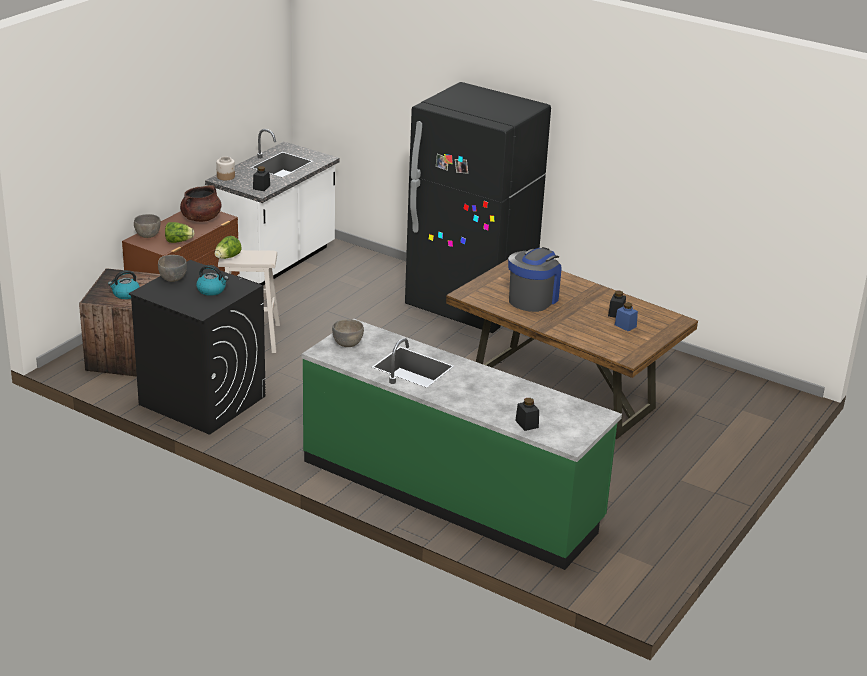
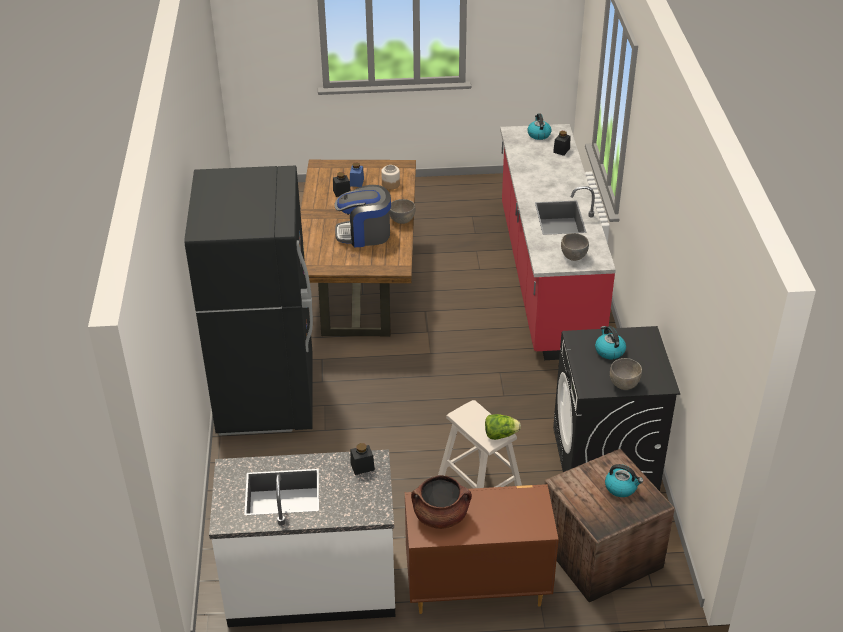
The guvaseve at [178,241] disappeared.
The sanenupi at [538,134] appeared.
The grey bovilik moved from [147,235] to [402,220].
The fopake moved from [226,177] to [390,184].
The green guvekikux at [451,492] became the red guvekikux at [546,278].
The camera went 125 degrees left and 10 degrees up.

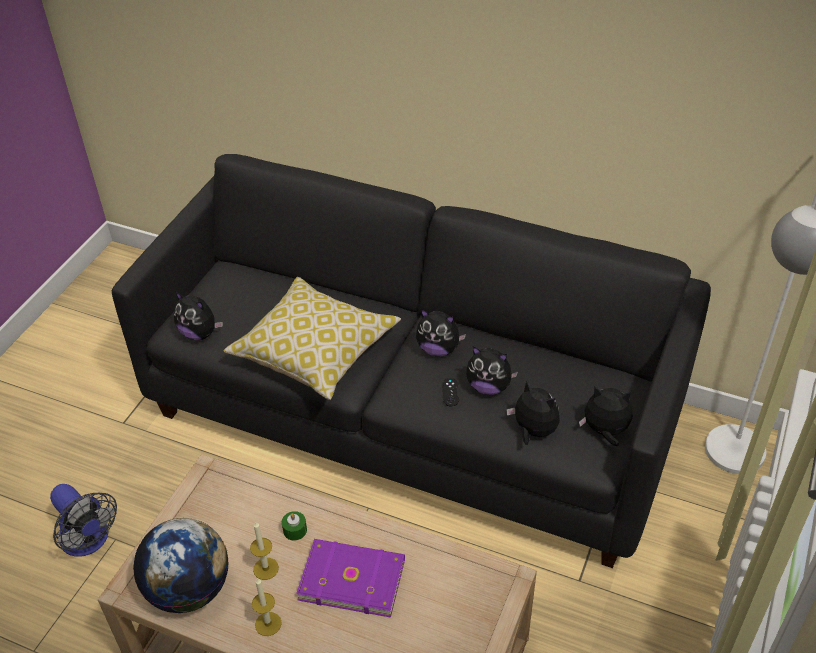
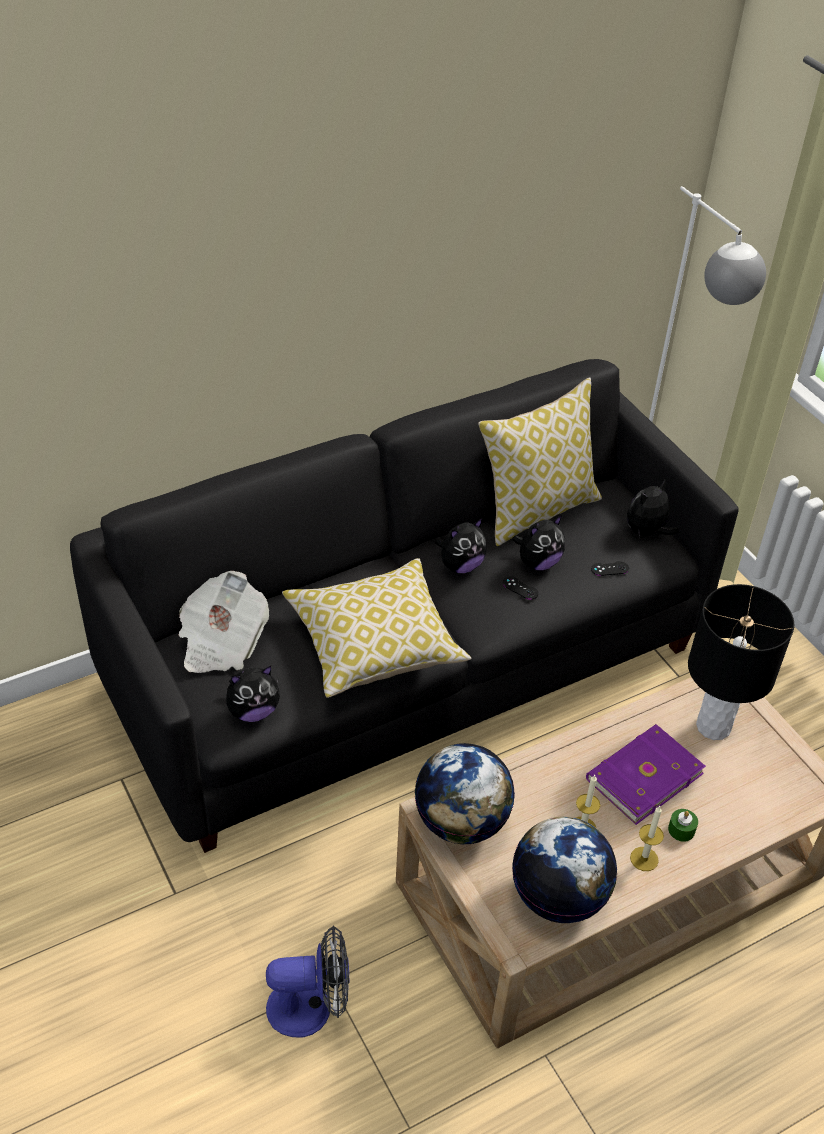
The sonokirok at [221,642] appeared.
The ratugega at [461,822] appeared.
The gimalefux at [537,509] appeared.
The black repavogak at [714,726] appeared.
The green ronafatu moved from [295,530] to [681,830].
The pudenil at [533,431] was replaced by the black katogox at [610,569].
The camera went 55 degrees left and 0 degrees up.

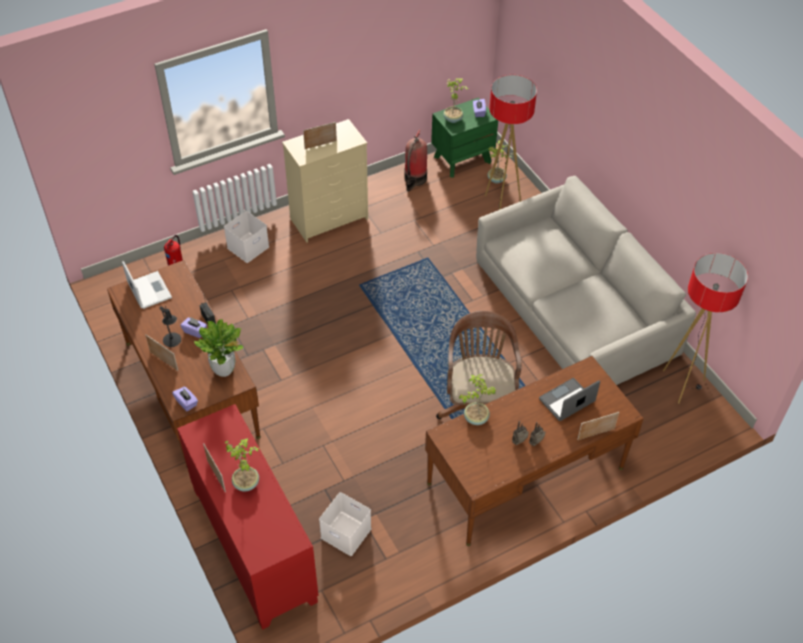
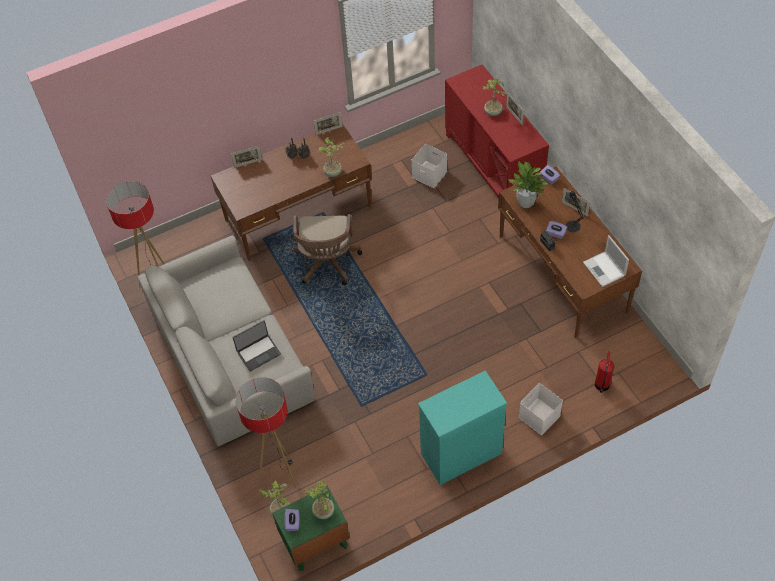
The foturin at [414,179] disappeared.
The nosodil moved from [320,145] to [329,130].
The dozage moved from [567,401] to [258,352].
The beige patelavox at [329,218] became the turquoise patelavox at [460,454].
The camera went 175 degrees left and 5 degrees up.

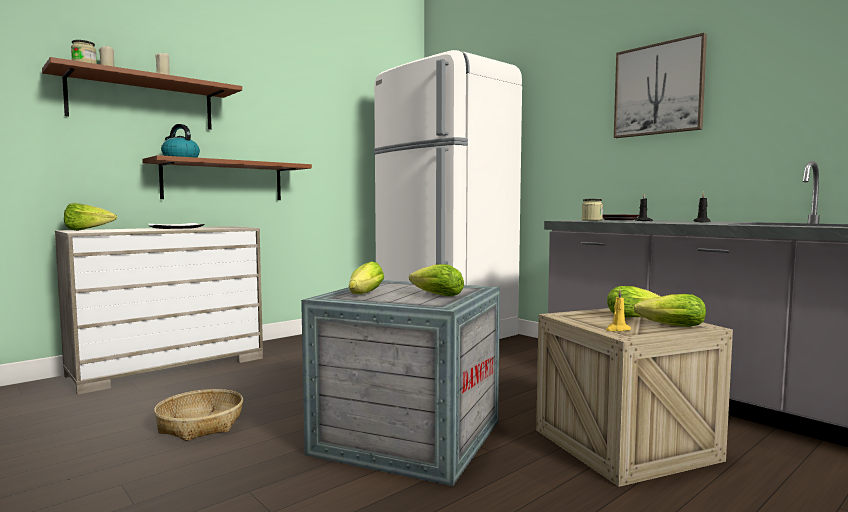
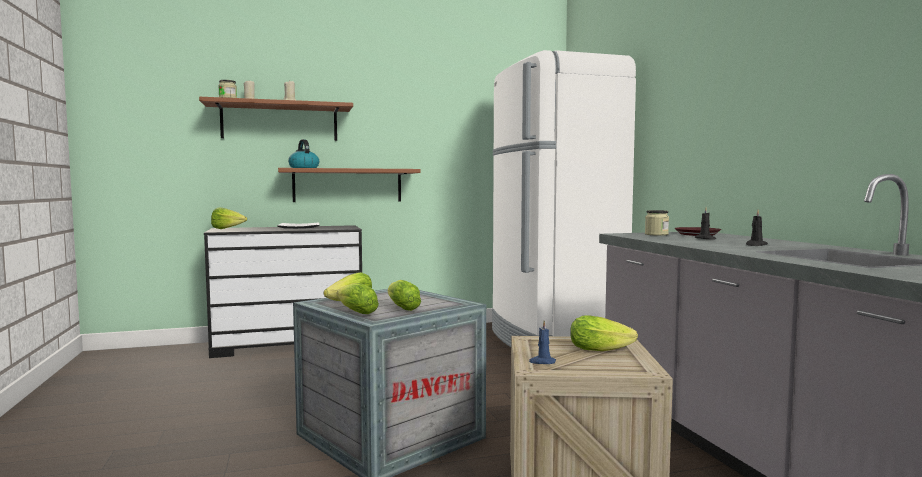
The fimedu at [200,424] disappeared.
The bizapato at [658,89] disappeared.
The guvaseve moved from [667,326] to [354,312].
The beige patelavox at [169,366] became the black patelavox at [289,344].
The yellow ronafatu at [617,329] became the blue ronafatu at [542,362].
The camera went 25 degrees right and 0 degrees up.

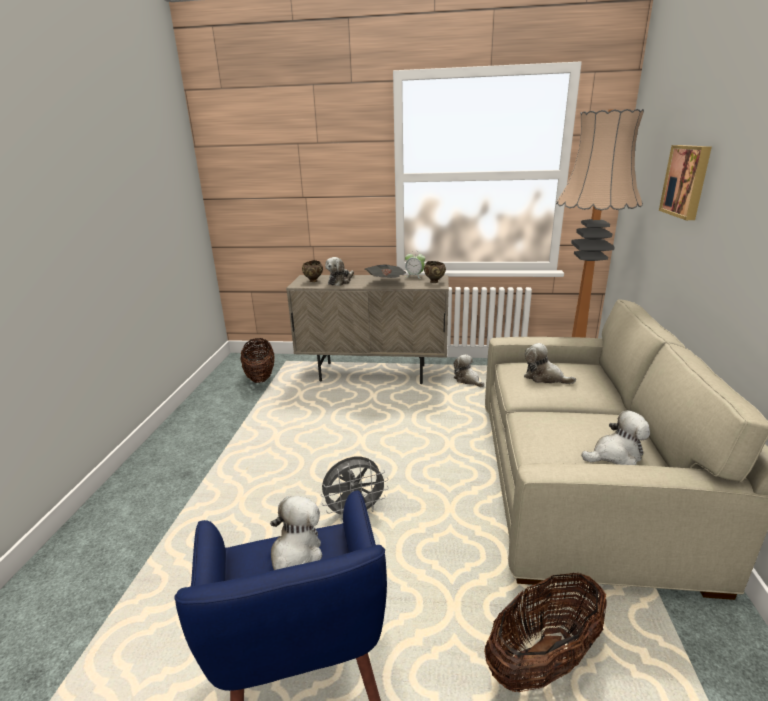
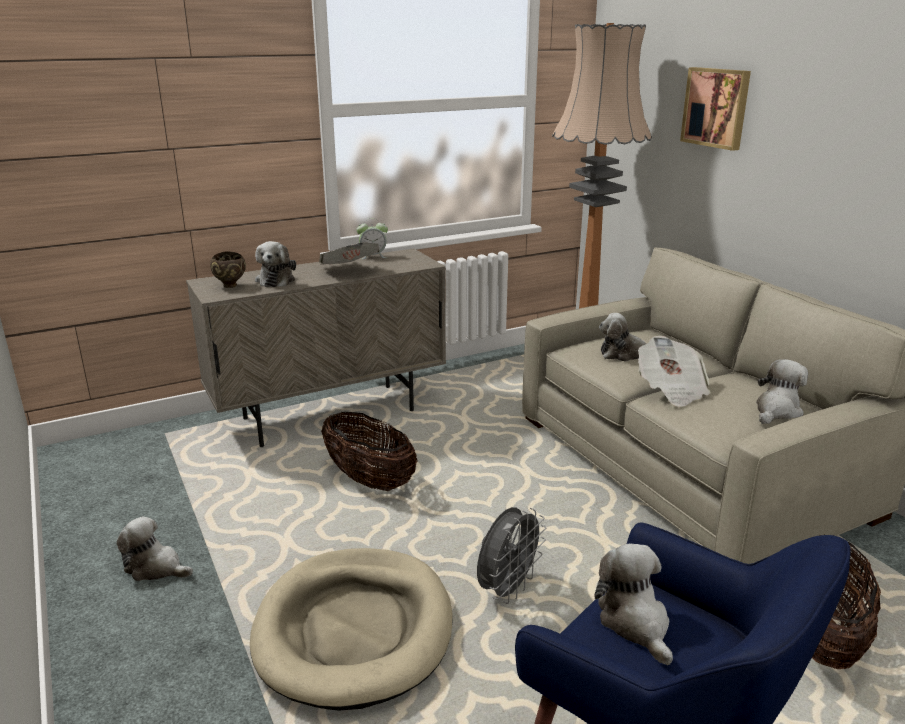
The brown bovilik at [435,282] disappeared.
The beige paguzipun at [354,630] appeared.
The sonokirok at [671,389] appeared.
The fimedu moved from [260,376] to [369,480].
The pudenil moved from [467,380] to [156,567].
The camera went 35 degrees left and 0 degrees up.

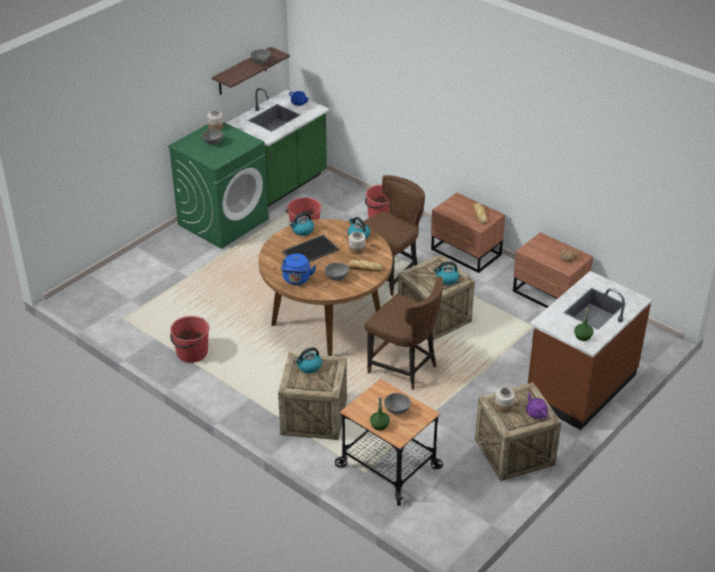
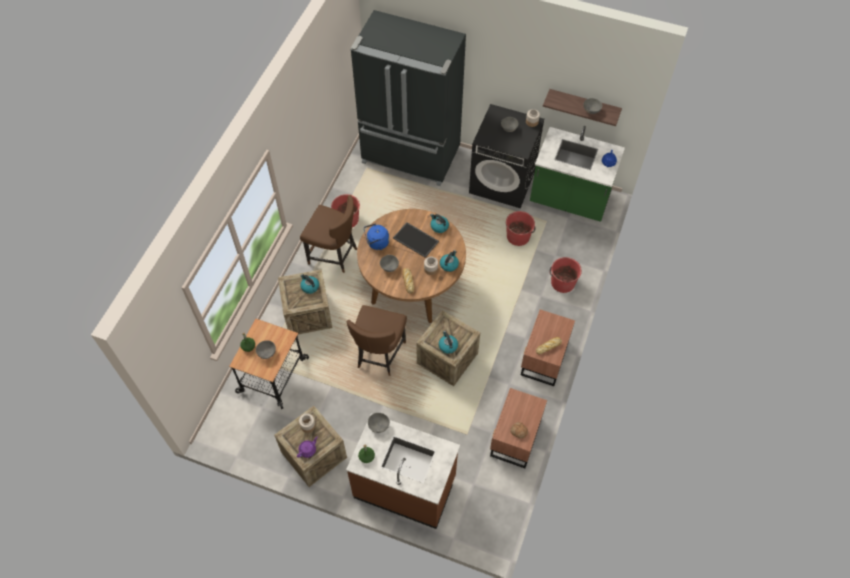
The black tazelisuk at [410,156] appeared.
The grey bovilik at [379,426] appeared.
The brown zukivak moved from [390,275] to [334,255].
The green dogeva at [223,221] became the black dogeva at [502,182].
The camera went 70 degrees right and 20 degrees up.

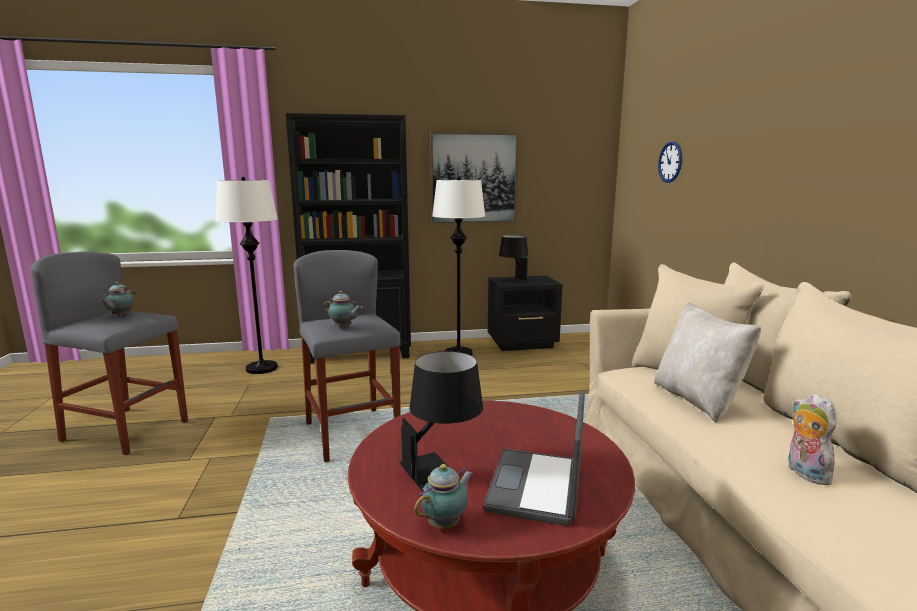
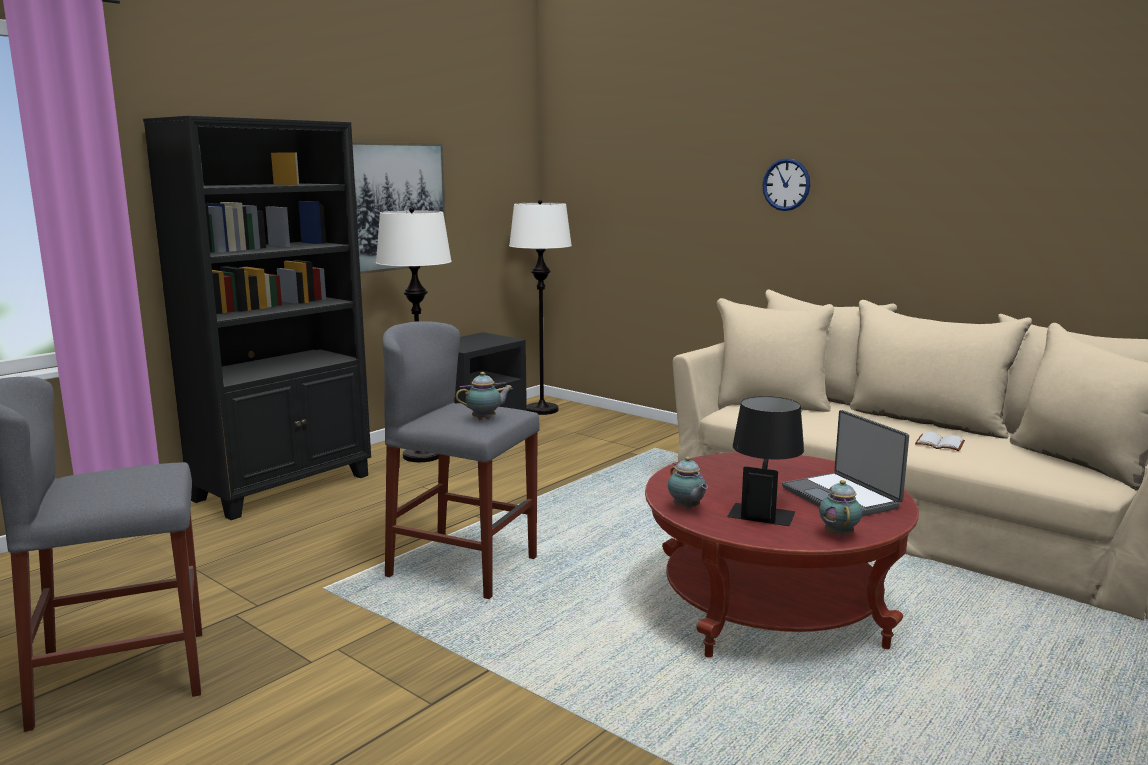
The black repavogak at [514,281] disappeared.
The beige gimalefux at [698,400] disappeared.
The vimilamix moved from [121,316] to [687,508].
The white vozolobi moved from [262,368] to [541,410].
The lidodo moved from [670,162] to [786,184].
The pudenil at [804,473] was replaced by the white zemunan at [940,444].
The camera went 40 degrees left and 0 degrees up.

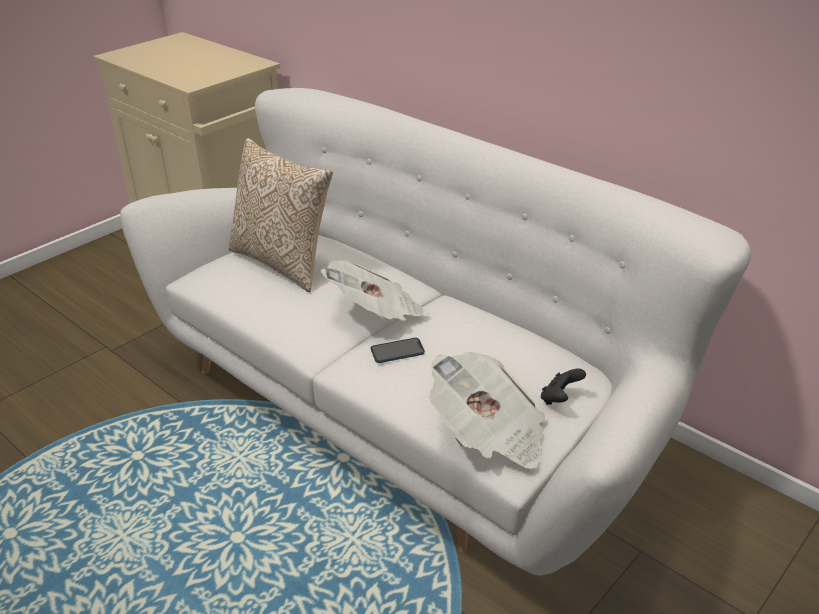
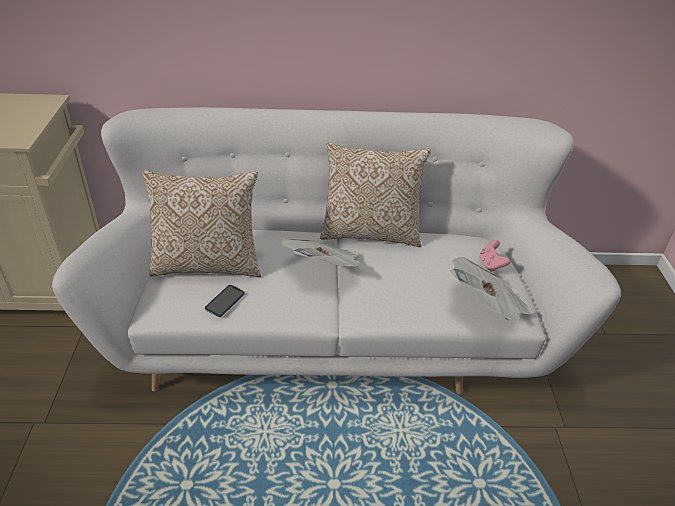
The gimalefux at [370,233] appeared.
The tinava moved from [397,351] to [225,301].
The black katogox at [560,399] became the pink katogox at [491,265].
The camera went 45 degrees left and 5 degrees up.

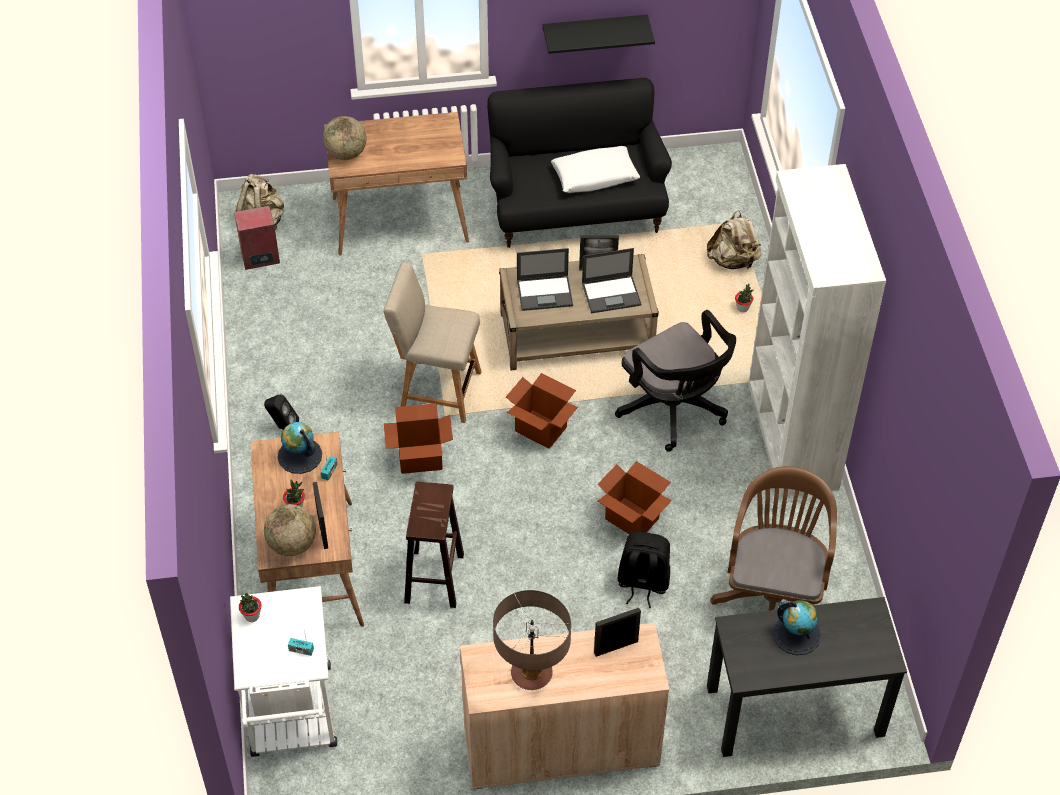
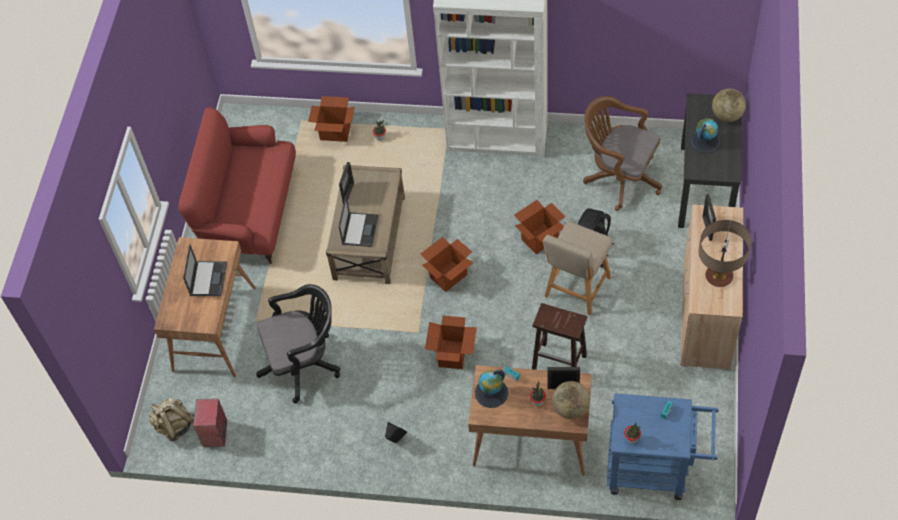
The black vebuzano at [594,32] disappeared.
The white gimalefux at [595,176] disappeared.
The ratugega moved from [346,153] to [727,115].
The beige zukivak moved from [436,390] to [576,289].
The dozage moved from [612,294] to [208,278].
The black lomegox moved from [675,411] to [304,363].
The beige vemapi at [733,260] was replaced by the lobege at [335,133].
The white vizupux at [292,719] became the blue vizupux at [655,470].
The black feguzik at [576,210] became the red feguzik at [250,214].
The camera went 70 degrees left and 5 degrees up.

